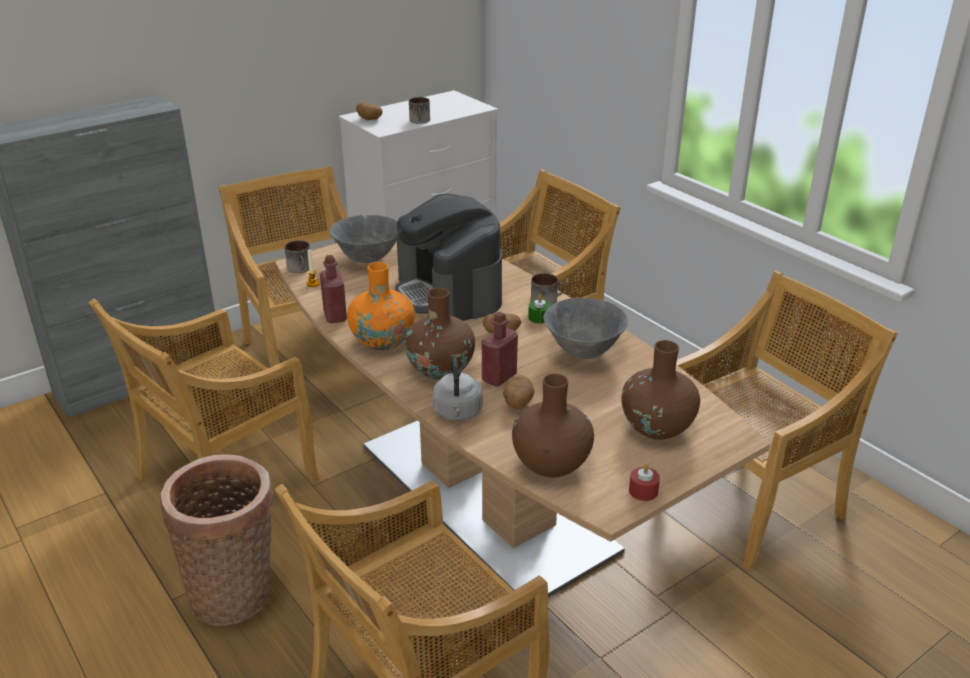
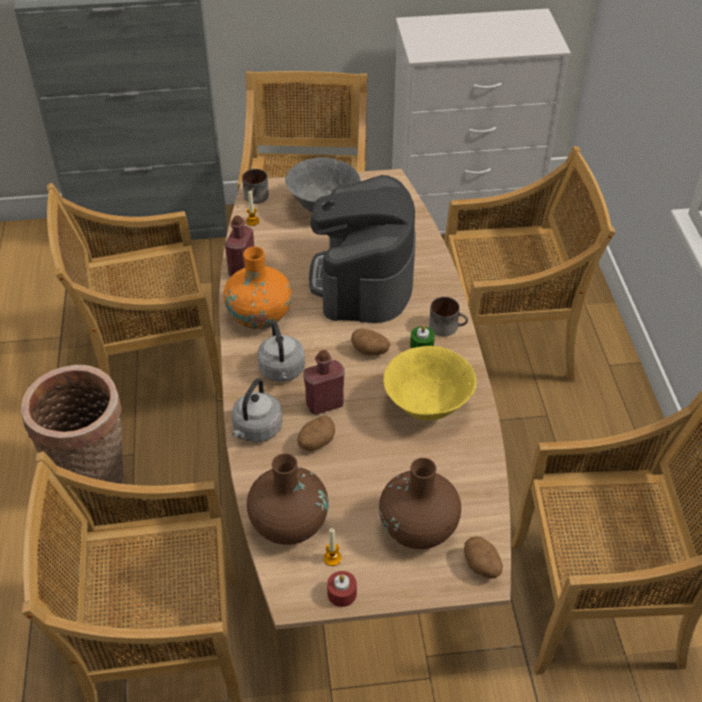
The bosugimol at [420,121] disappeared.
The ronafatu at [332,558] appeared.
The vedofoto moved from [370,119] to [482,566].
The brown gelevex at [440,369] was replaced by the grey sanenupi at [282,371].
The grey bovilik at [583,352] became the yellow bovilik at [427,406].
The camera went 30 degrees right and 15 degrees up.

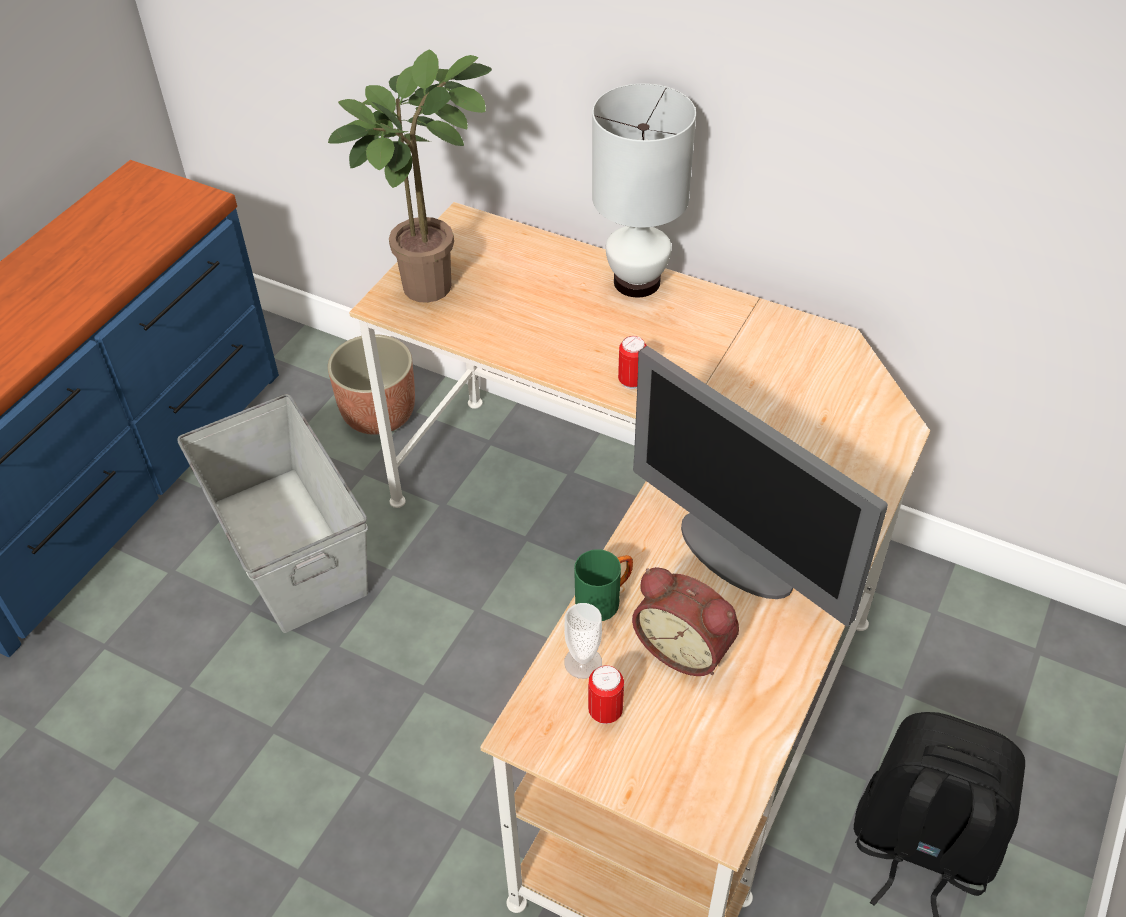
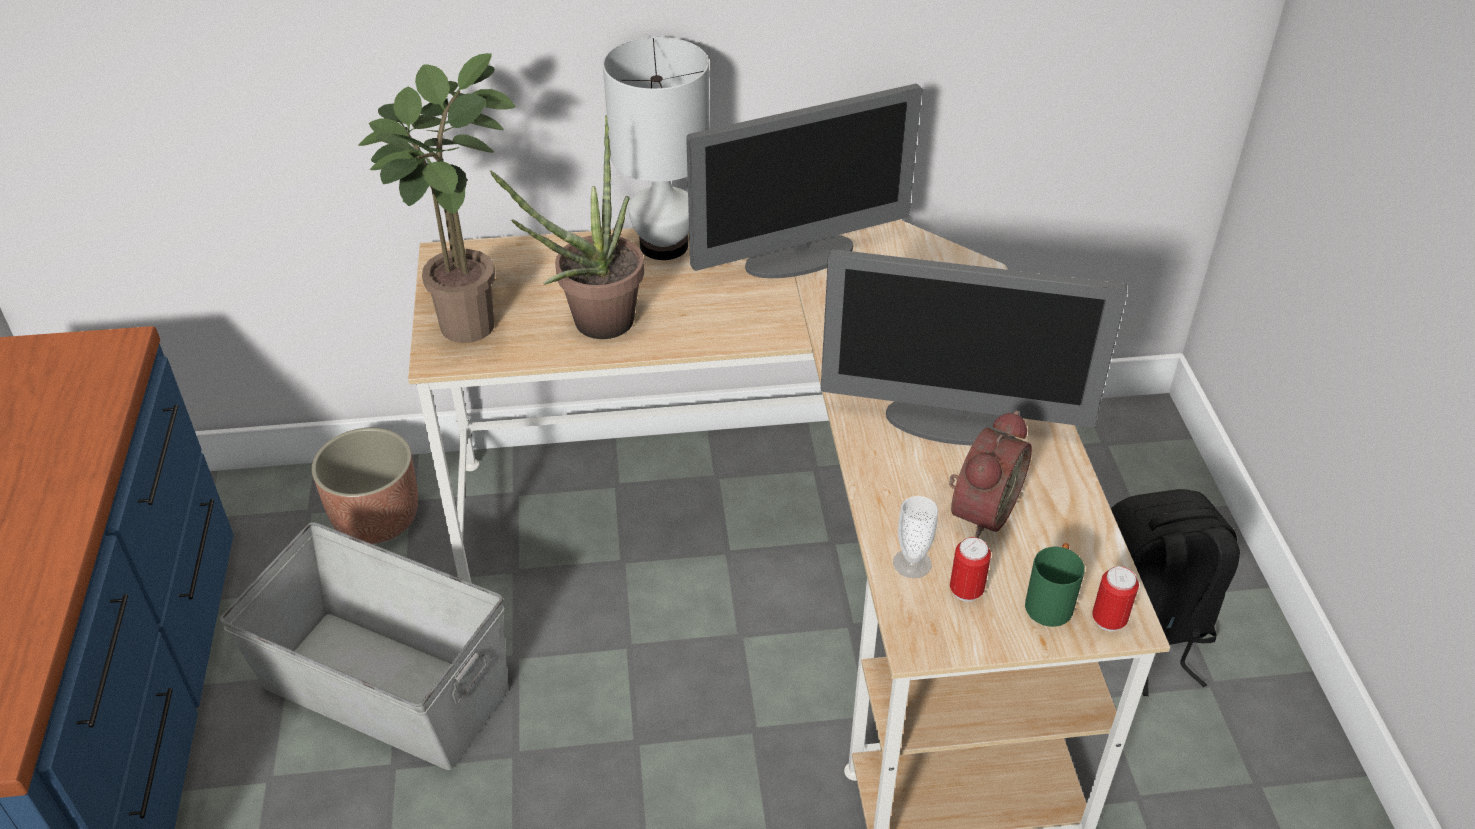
The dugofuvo at [592,326] appeared.
The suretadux at [800,257] appeared.
The green bosugimol moved from [604,599] to [1050,601].
The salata moved from [631,381] to [1108,620].
The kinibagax at [685,647] turned 60 degrees counterclockwise.
The camera went 35 degrees left and 5 degrees down.

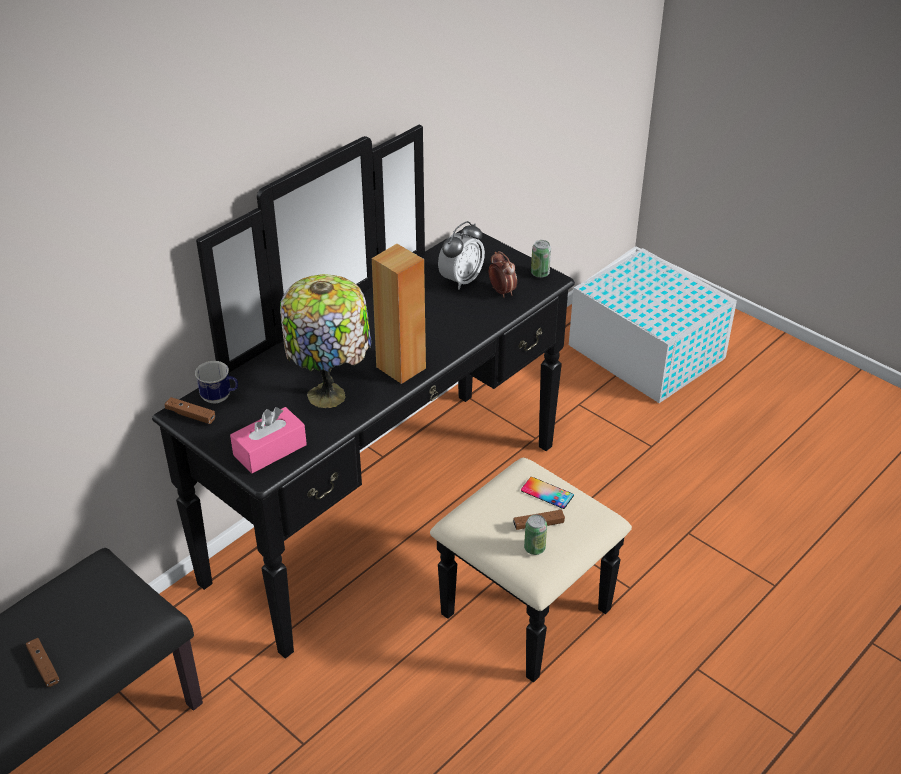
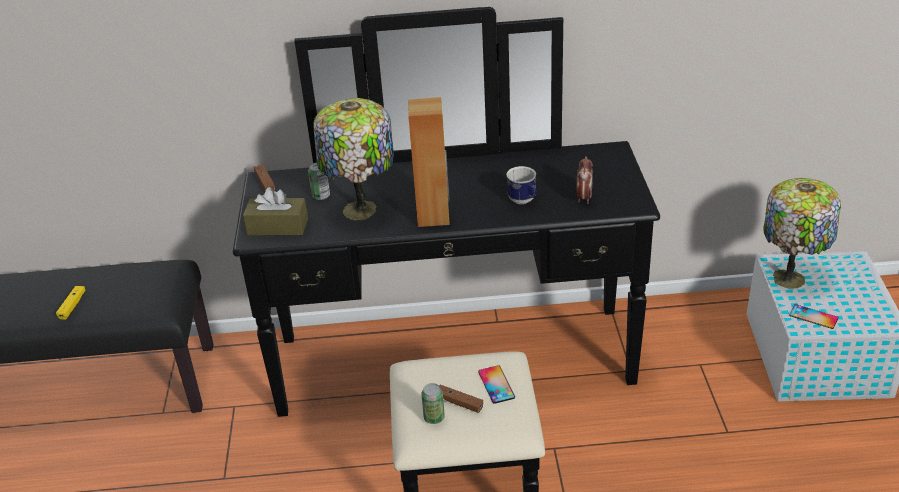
The kinibagax at [461,280] disappeared.
The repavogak at [791,278] appeared.
The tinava at [813,317] appeared.
The bosugimol moved from [220,398] to [524,201].
The salata moved from [540,273] to [321,196].
The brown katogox at [44,666] became the yellow katogox at [72,306].
The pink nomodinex at [270,450] became the brown nomodinex at [277,226].
The camera went 45 degrees right and 5 degrees down.

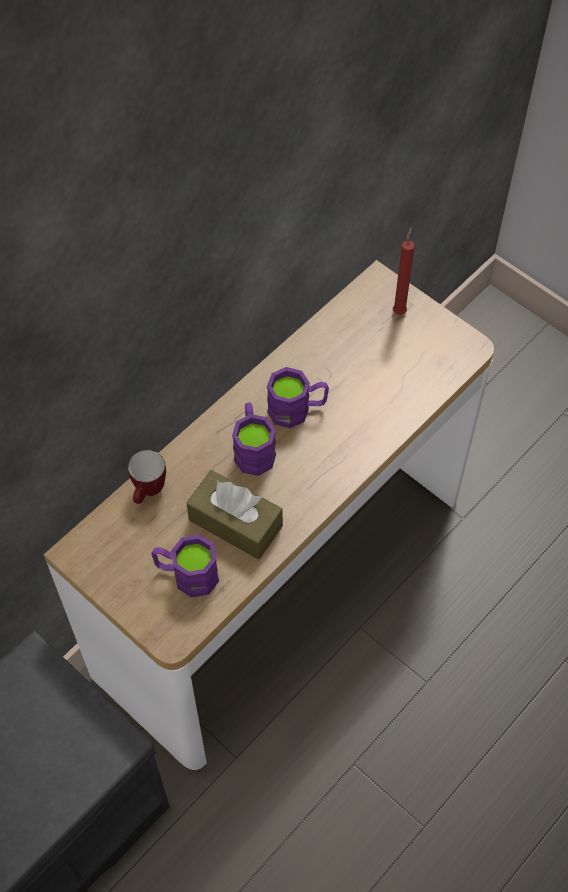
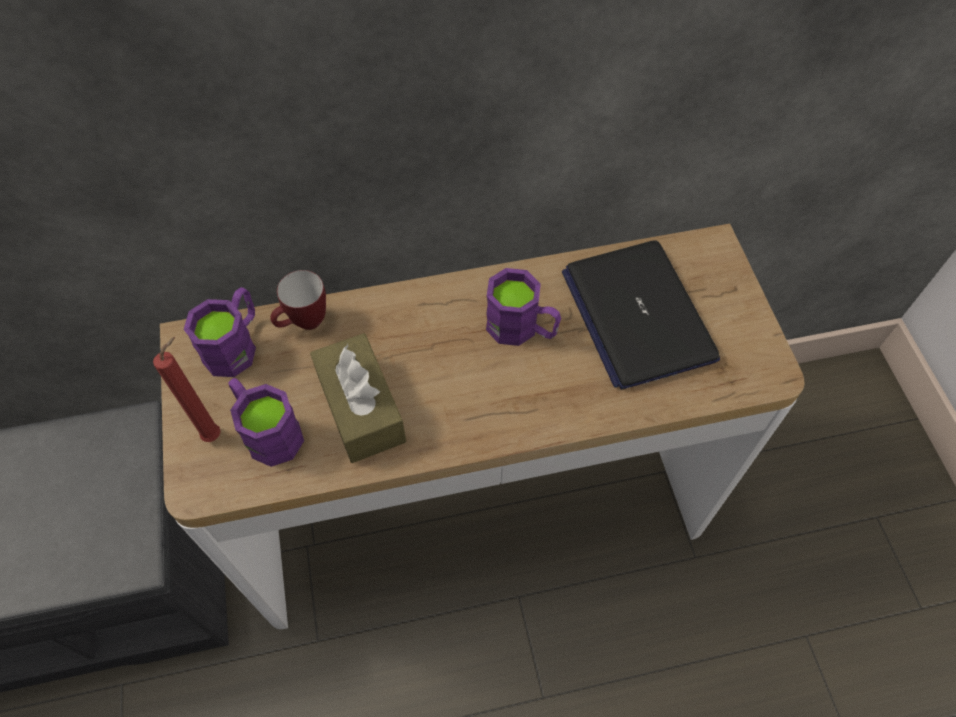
The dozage at [637,314] appeared.
The purple bosugimol moved from [253,449] to [236,345].
The red ronafatu moved from [399,311] to [215,434].
The camera went 35 degrees right and 0 degrees up.

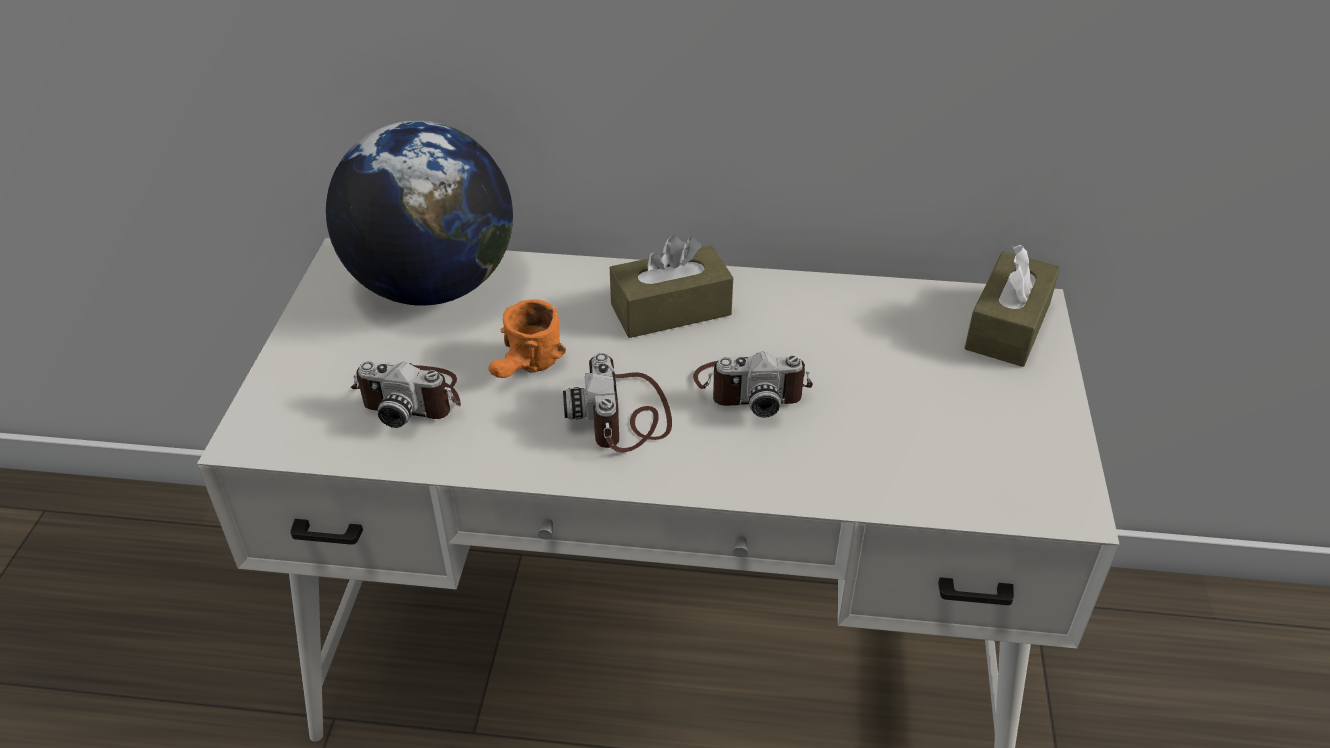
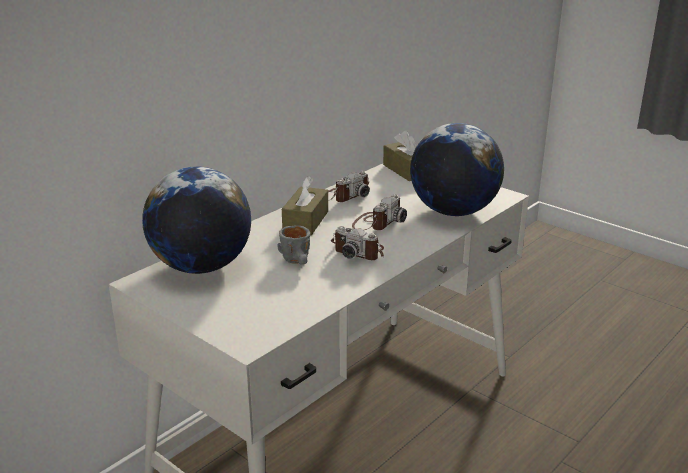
The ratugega at [453,211] appeared.
The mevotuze moved from [411,396] to [344,196].
The orange bosugimol at [527,369] became the grey bosugimol at [299,262].
The camera went 55 degrees left and 15 degrees down.

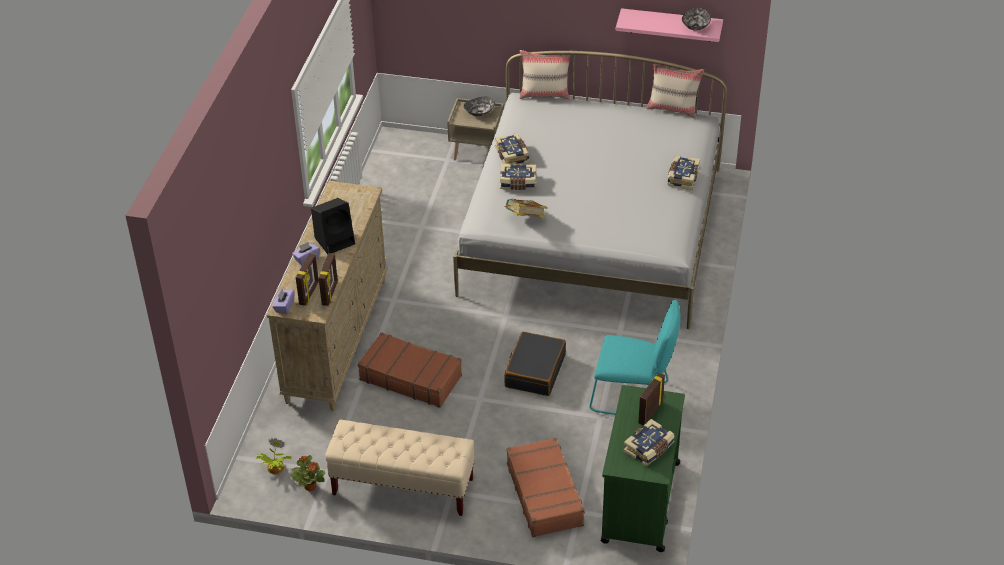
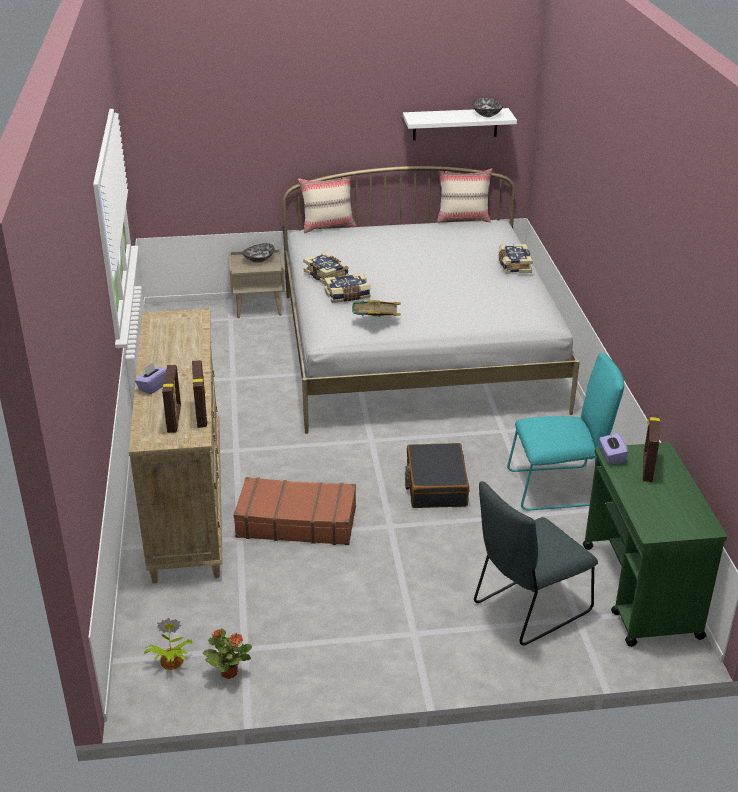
The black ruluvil at [335,240] disappeared.
The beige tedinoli at [402,487] disappeared.
The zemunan at [649,449] disappeared.
The purple nomodinex moved from [284,306] to [611,456].
The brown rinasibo at [545,494] was replaced by the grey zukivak at [527,609].
The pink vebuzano at [671,25] became the white vebuzano at [455,124].
The camera went 20 degrees left and 10 degrees down.

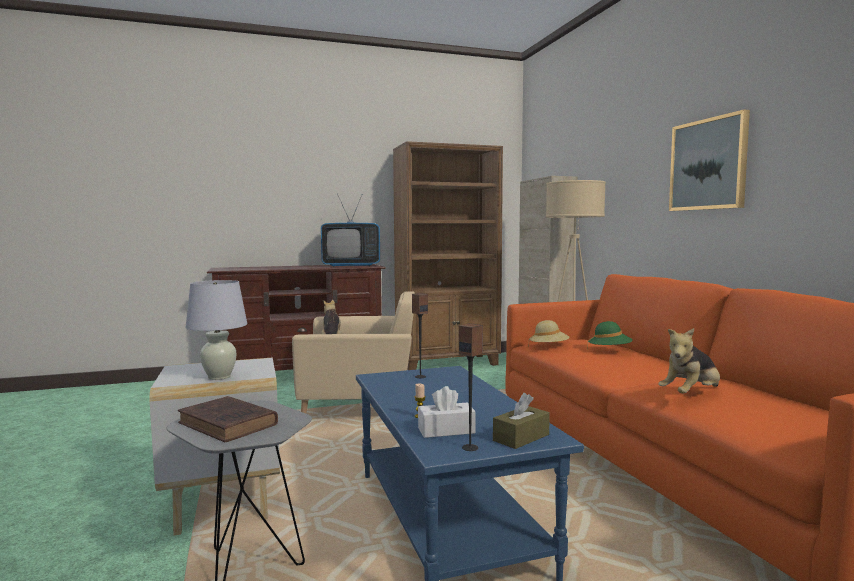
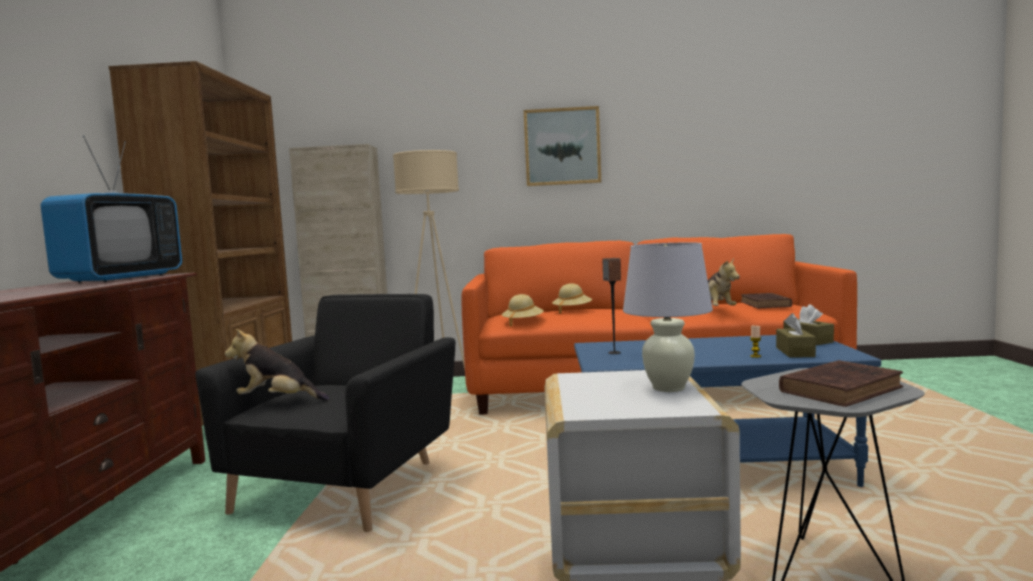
The ruluvil at [470,448] disappeared.
The brown zemunan at [765,304] appeared.
The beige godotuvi at [361,408] became the black godotuvi at [347,485].
The white nomodinex at [446,430] became the brown nomodinex at [795,352].
The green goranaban at [609,351] became the beige goranaban at [572,311].
The camera went 70 degrees left and 0 degrees up.

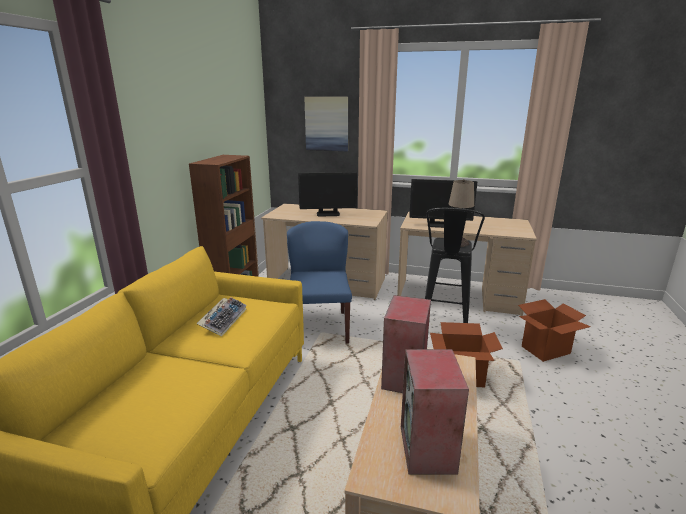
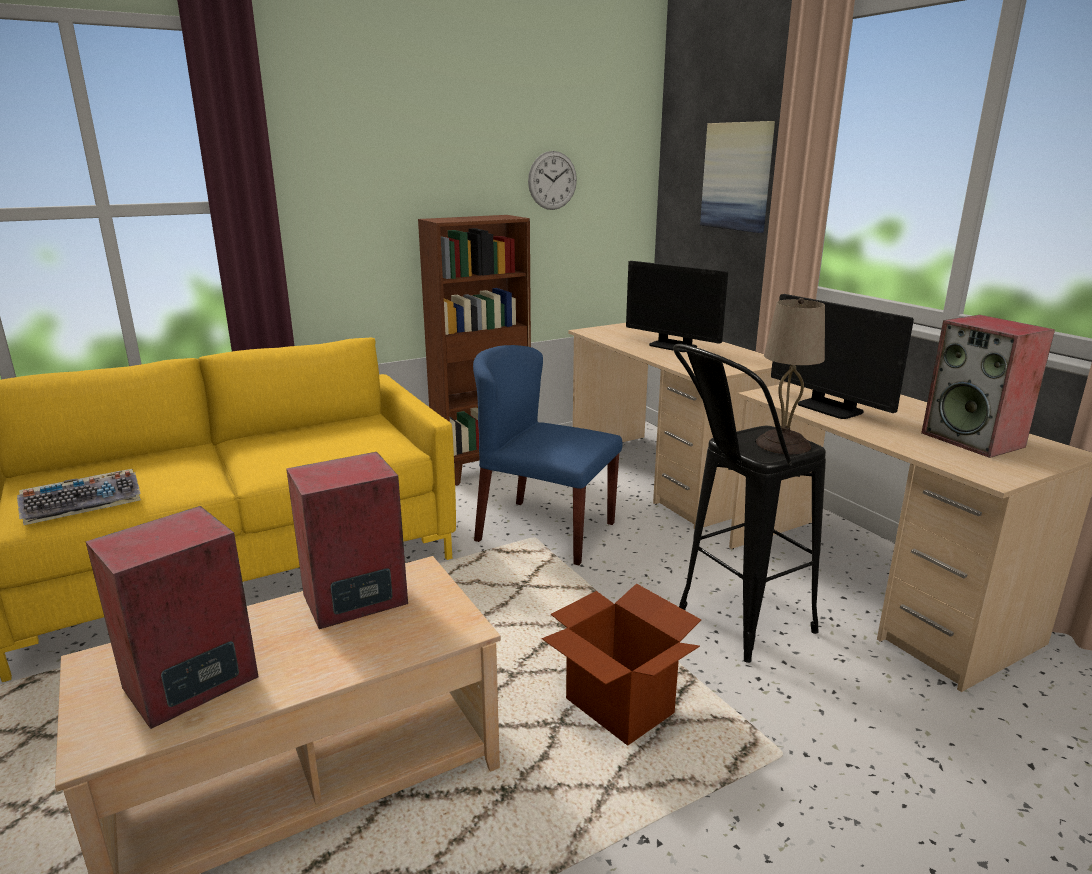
The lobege at [545,350] disappeared.
The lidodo at [552,180] appeared.
The ruluvil at [974,440] appeared.
The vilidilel moved from [223,320] to [84,503].
The blue zukivak at [320,327] turned 105 degrees counterclockwise.
The camera went 45 degrees right and 0 degrees up.

